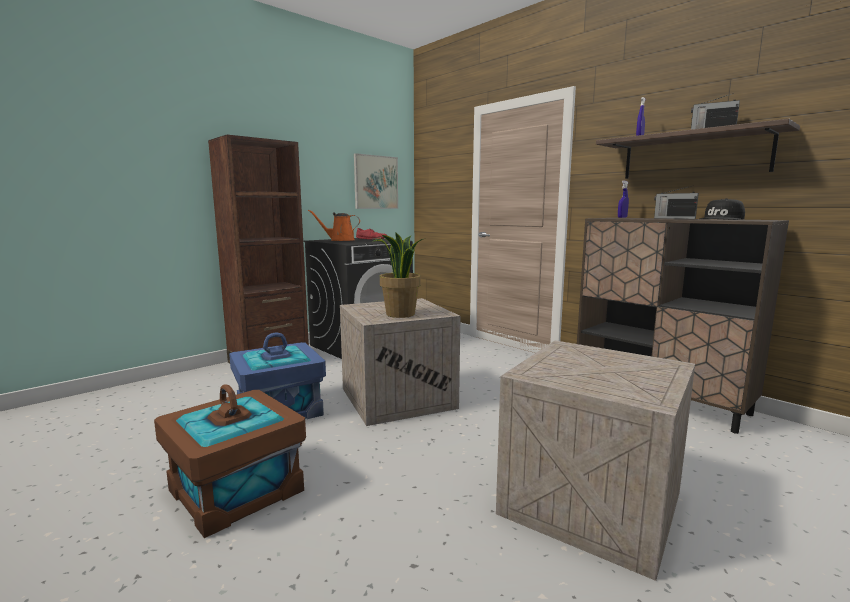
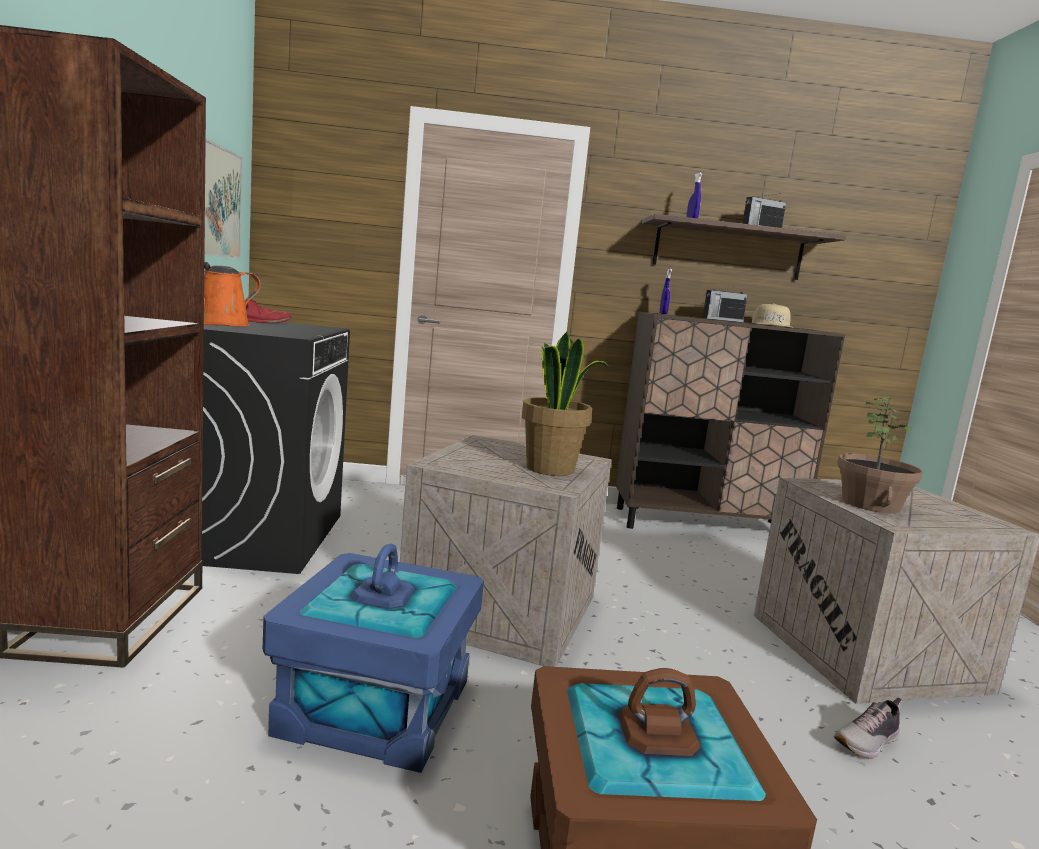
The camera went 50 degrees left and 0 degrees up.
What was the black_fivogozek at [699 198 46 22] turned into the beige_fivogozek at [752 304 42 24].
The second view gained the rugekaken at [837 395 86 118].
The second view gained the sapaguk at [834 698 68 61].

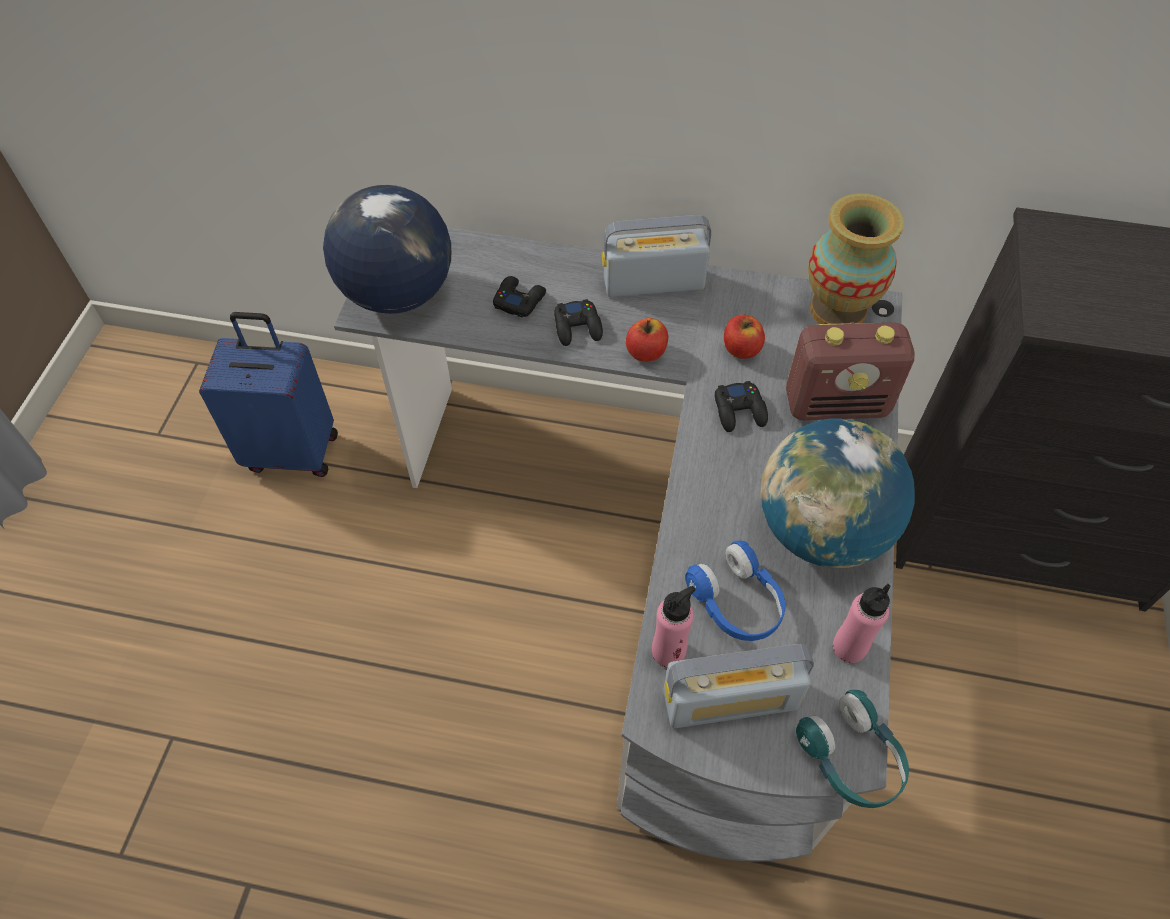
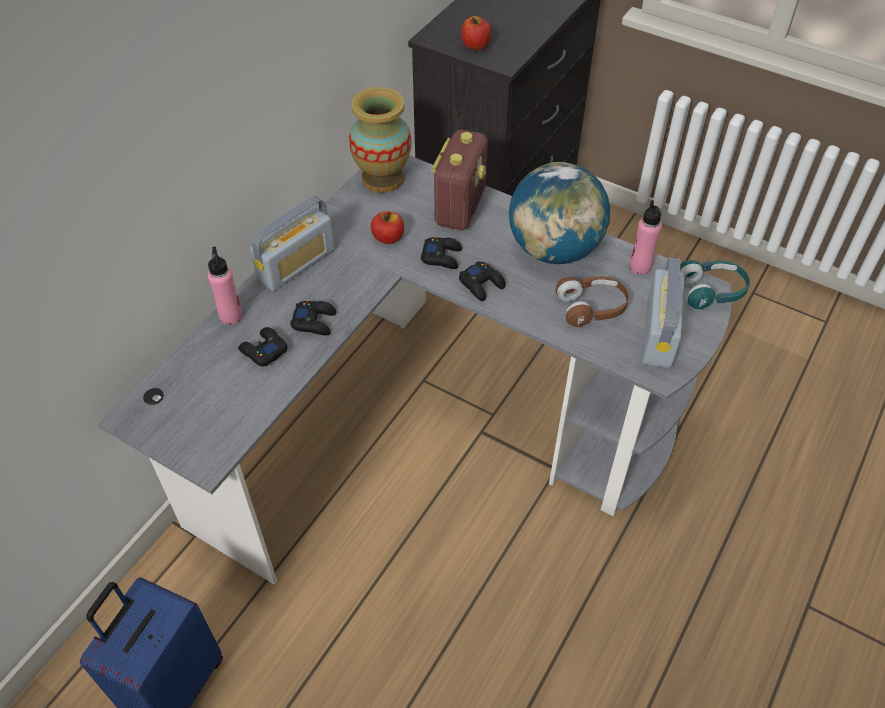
The camera went 70 degrees left and 5 degrees down.
The second view lost the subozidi at [323 185 128 129].
The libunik at [602 215 109 82] ended up facing another way, 150 degrees counterclockwise from before.
The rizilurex ended up elsewhere, having gone from [626 318 42 44] to [461 16 30 34].
What was the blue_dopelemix at [685 541 100 100] turned into the brown_dopelemix at [555 276 74 51].
The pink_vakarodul ended up elsewhere, having gone from [652 586 44 81] to [208 247 35 77].
The second view gained the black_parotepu at [459 261 47 40].

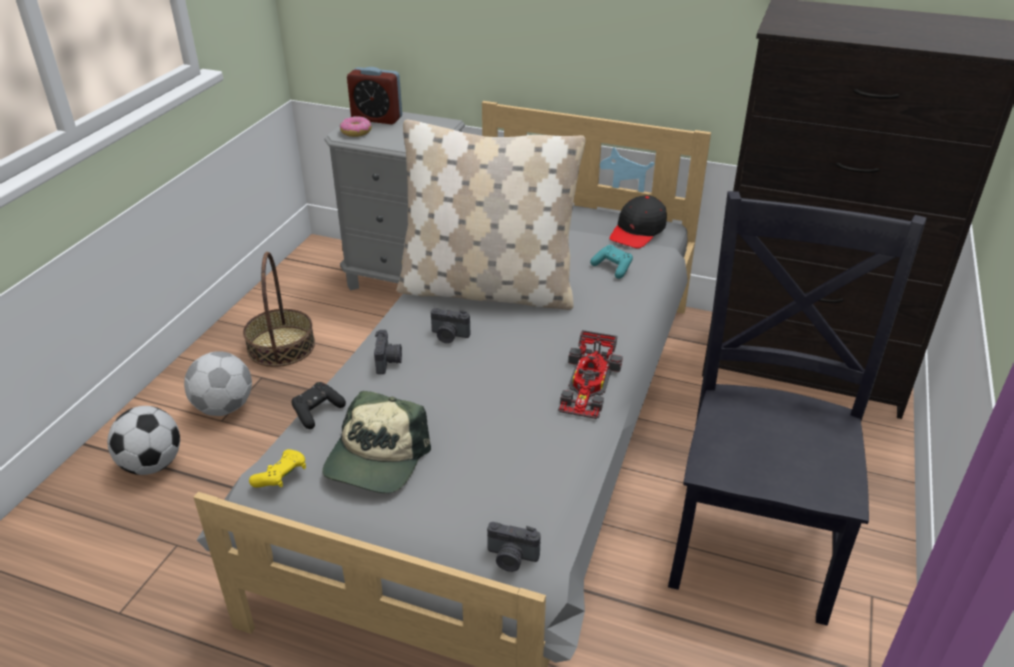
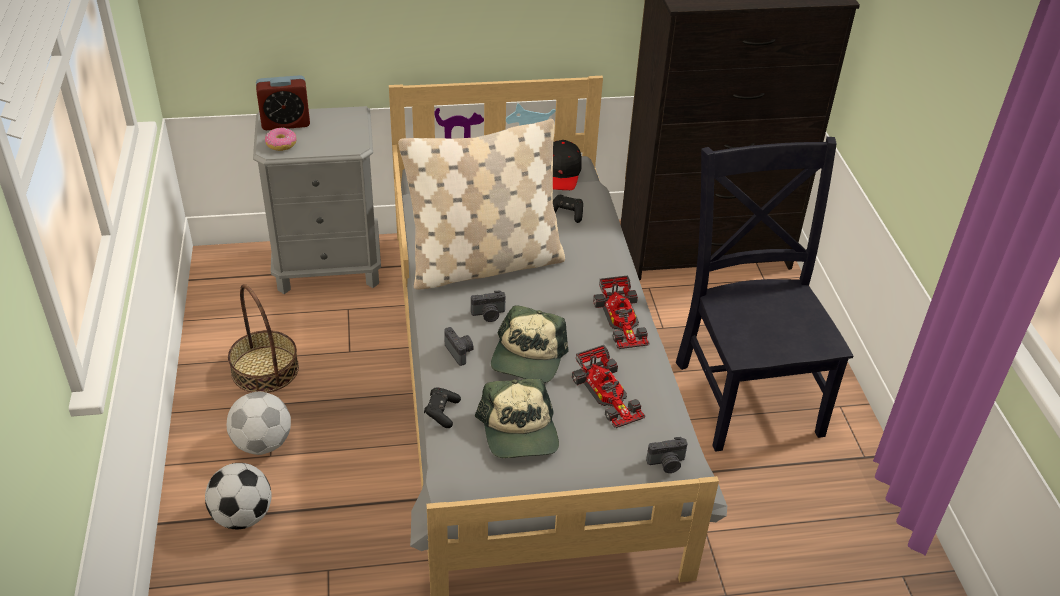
The camera went 30 degrees left and 5 degrees up.
What was the turquoise_parotepu at [590 245 43 34] turned into the black_parotepu at [553 195 30 28].
The second view lost the yellow_parotepu at [249 449 57 39].
The second view gained the fivogozek at [491 305 77 78].
The second view gained the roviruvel at [572 345 73 83].

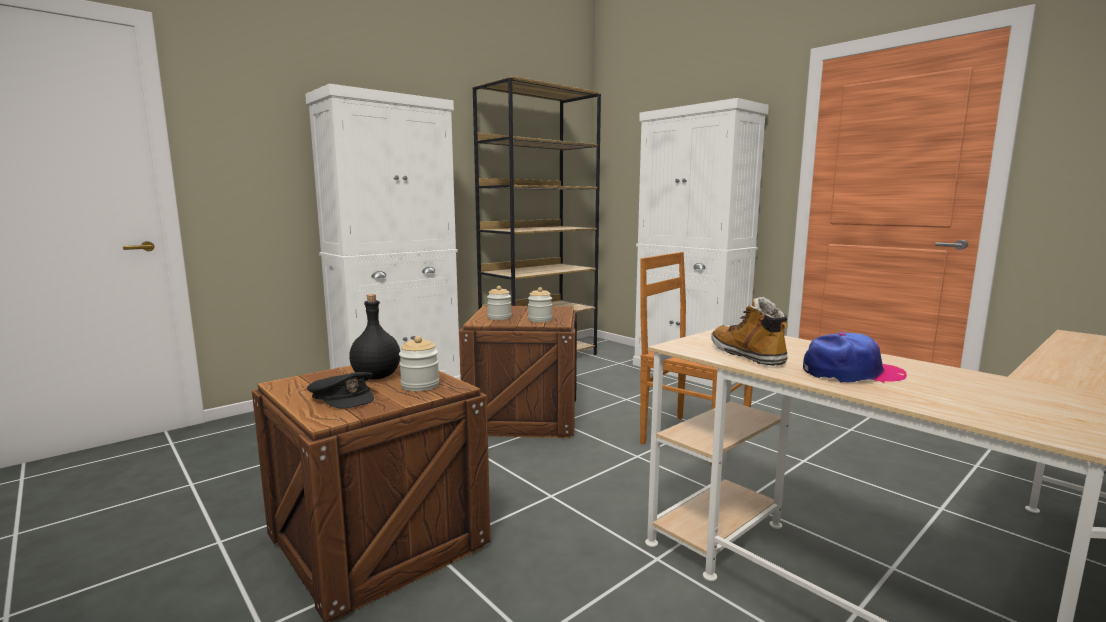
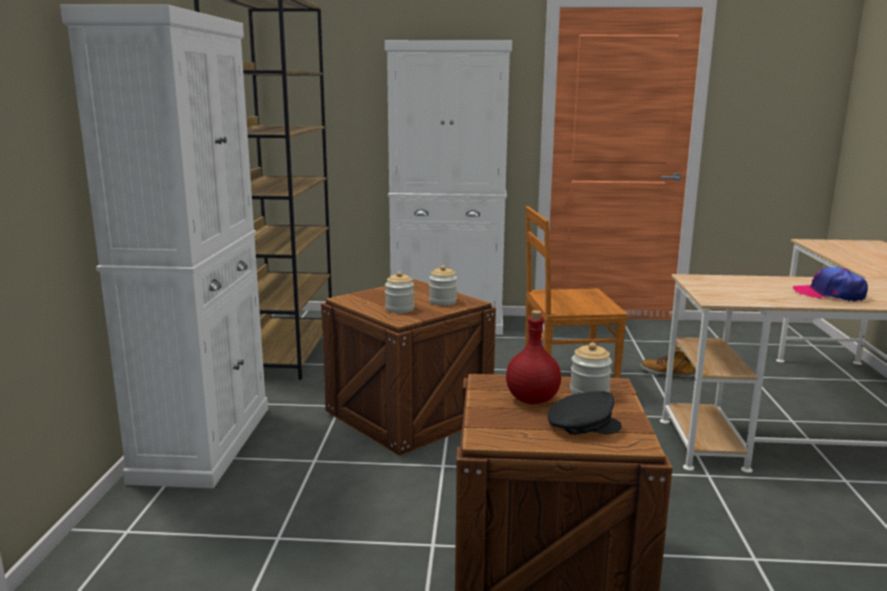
The camera went 45 degrees left and 5 degrees up.
What was the black_vakarodul at [349 294 51 85] turned into the red_vakarodul at [506 310 55 95].
The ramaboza ended up elsewhere, having gone from [711 297 77 69] to [640 345 55 34].
The fivogozek at [803 332 104 51] ended up facing another way, 105 degrees counterclockwise from before.

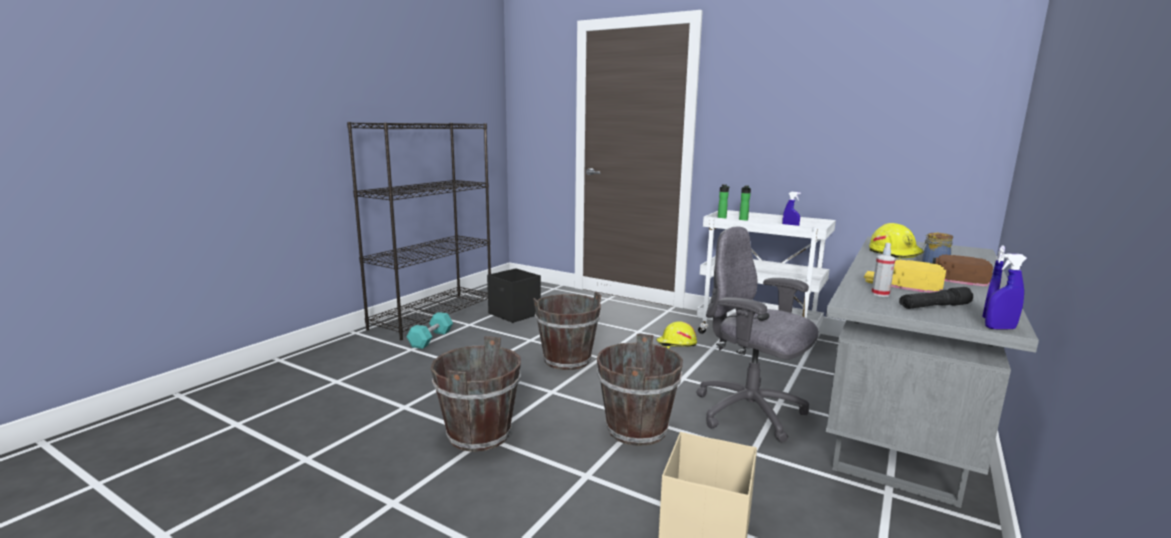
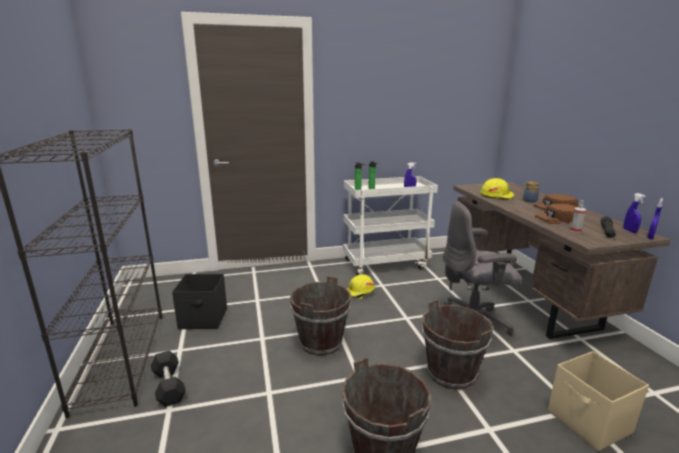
The camera went 45 degrees left and 5 degrees up.
What was the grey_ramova at [826 237 213 271] turned into the brown_ramova at [453 182 218 157].
What was the yellow_fivogozek at [864 260 82 33] turned into the brown_fivogozek at [535 204 42 20].
What was the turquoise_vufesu at [407 312 46 37] turned into the black_vufesu at [151 350 35 57].

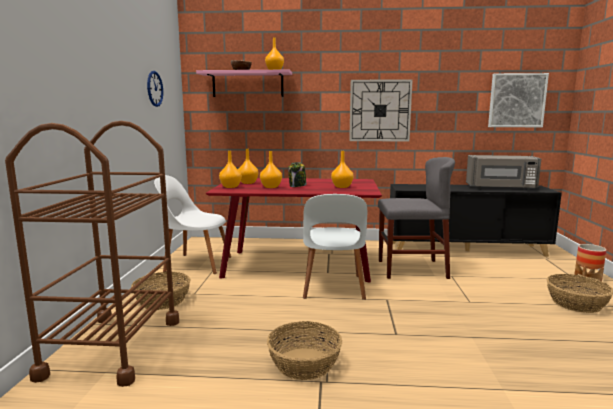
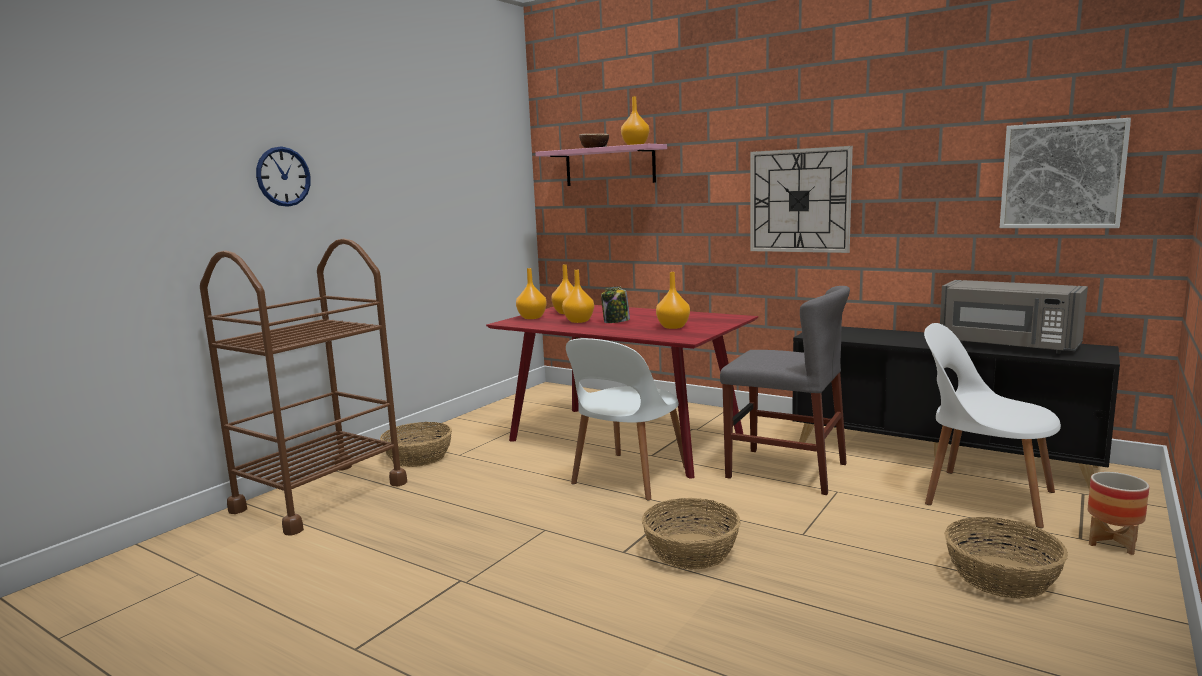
The camera went 30 degrees right and 0 degrees up.
The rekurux ended up elsewhere, having gone from [147 71 16 36] to [256 146 55 61].
The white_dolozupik ended up elsewhere, having gone from [154 175 77 99] to [924 323 137 205].
The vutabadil ended up elsewhere, having gone from [267 321 75 59] to [642 498 99 71].

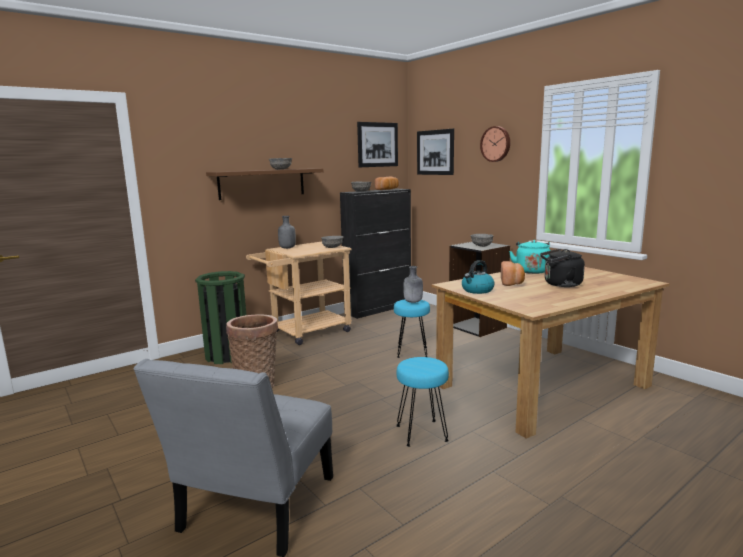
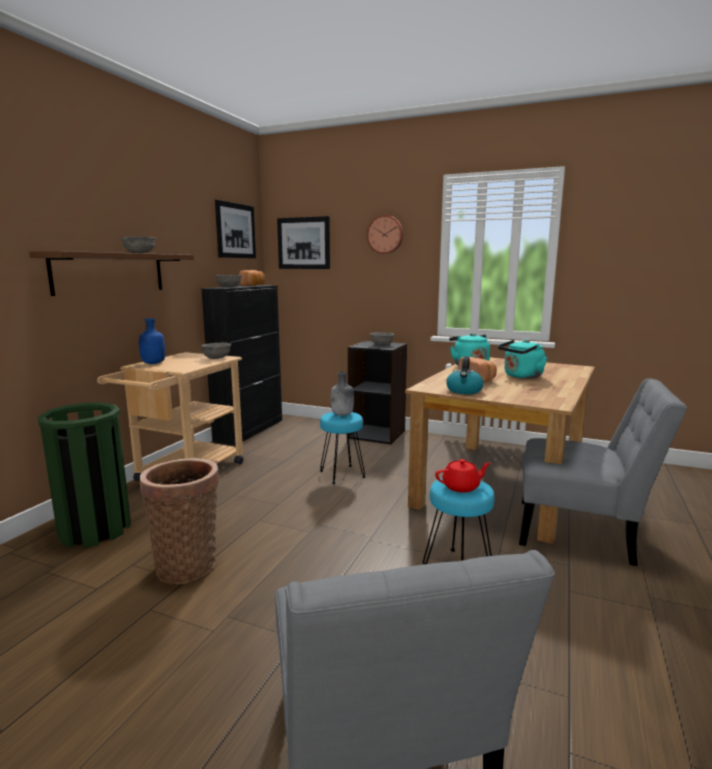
The camera went 30 degrees left and 0 degrees up.
What was the grey_vakarodul at [278 216 18 33] turned into the blue_vakarodul at [139 318 26 46].
What was the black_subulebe at [540 249 45 38] turned into the turquoise_subulebe at [498 340 49 39].
The second view gained the grey_dolozupik at [519 378 168 188].
The second view gained the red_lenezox at [435 459 56 34].

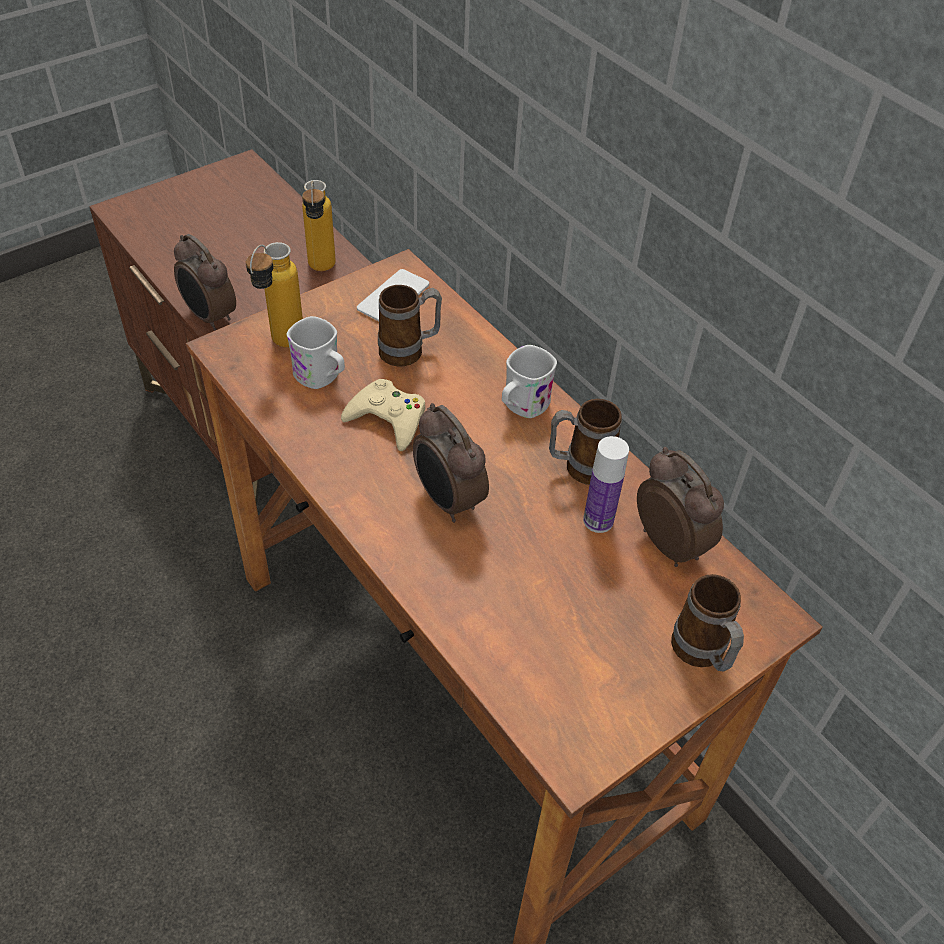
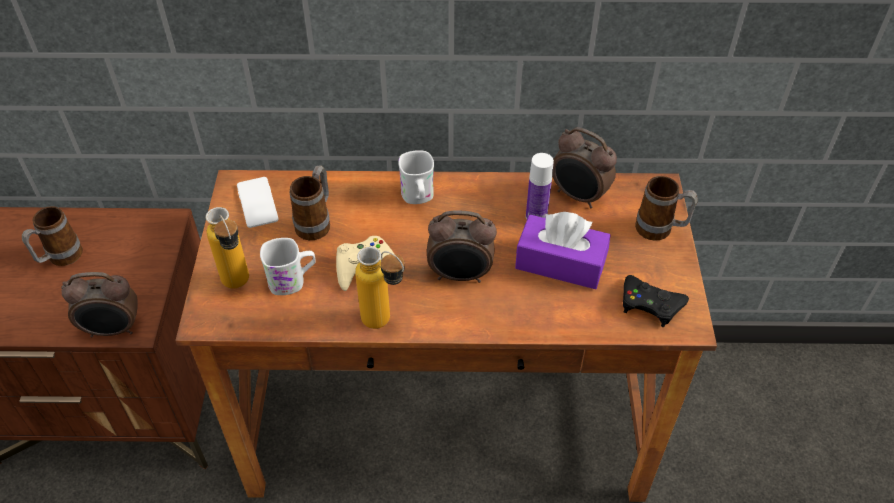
The camera went 50 degrees left and 0 degrees up.
The vakarodul ended up elsewhere, having gone from [302 180 34 91] to [355 247 49 82].
The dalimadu ended up elsewhere, having gone from [549 399 73 86] to [22 206 61 60].
The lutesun at [637 447 87 120] ended up facing another way, 150 degrees counterclockwise from before.
The second view gained the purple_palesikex at [515 212 96 77].
The second view gained the black_parotepu at [623 275 66 52].

